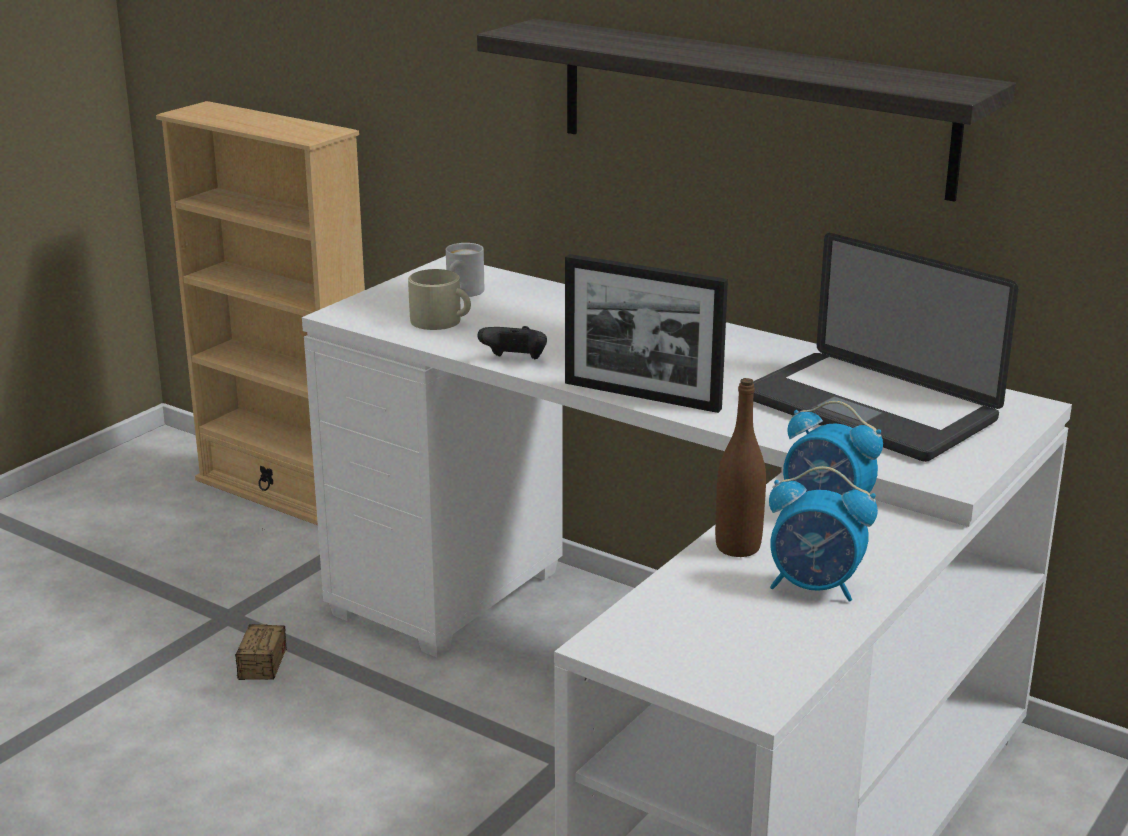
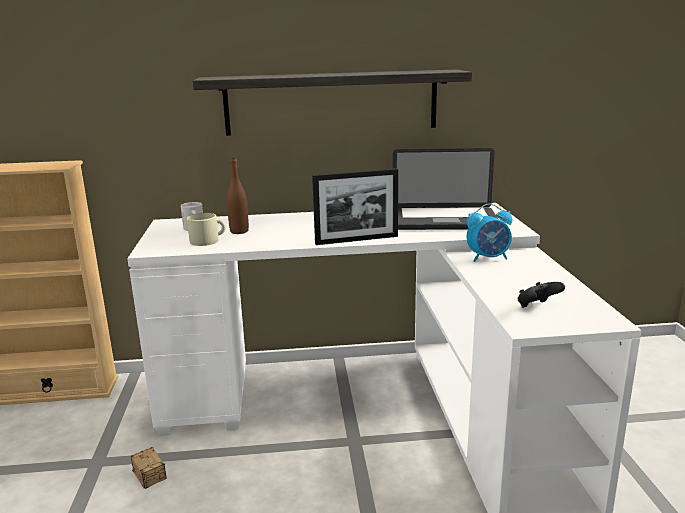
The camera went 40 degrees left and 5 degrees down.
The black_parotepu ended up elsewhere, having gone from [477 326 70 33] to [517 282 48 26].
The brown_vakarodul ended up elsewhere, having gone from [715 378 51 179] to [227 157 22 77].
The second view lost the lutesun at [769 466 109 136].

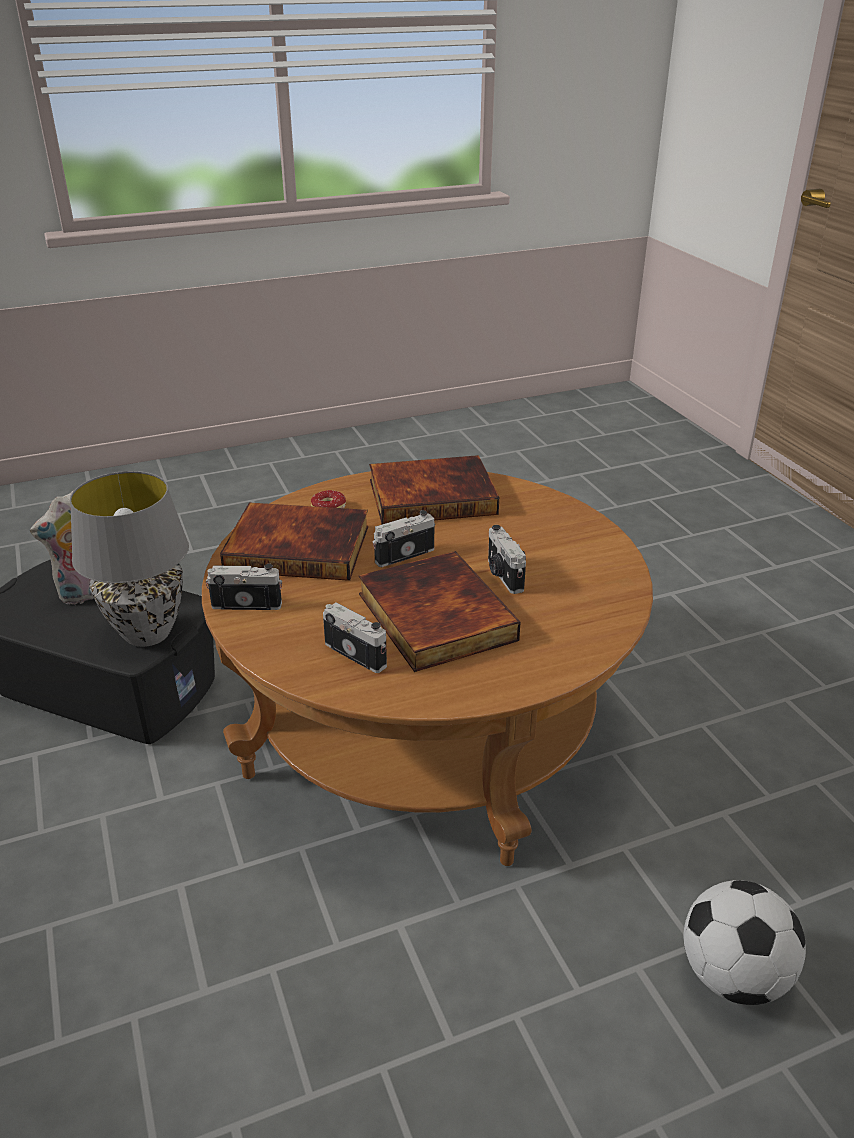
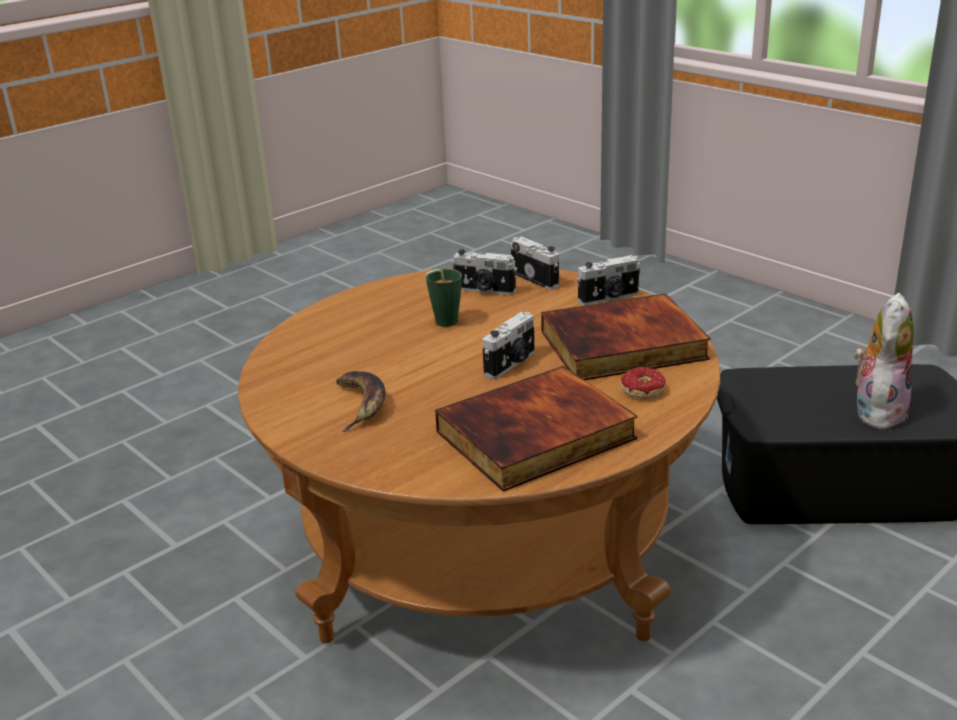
The camera went 160 degrees right and 5 degrees down.
The second view lost the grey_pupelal at [70 471 119 176].
The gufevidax ended up elsewhere, having gone from [488 525 38 69] to [511 237 48 53].
Where the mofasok stood at [359 551 162 121], the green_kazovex came to stand at [425 268 37 59].
The second view lost the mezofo at [683 880 123 125].
The second view gained the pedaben at [336 371 50 61].

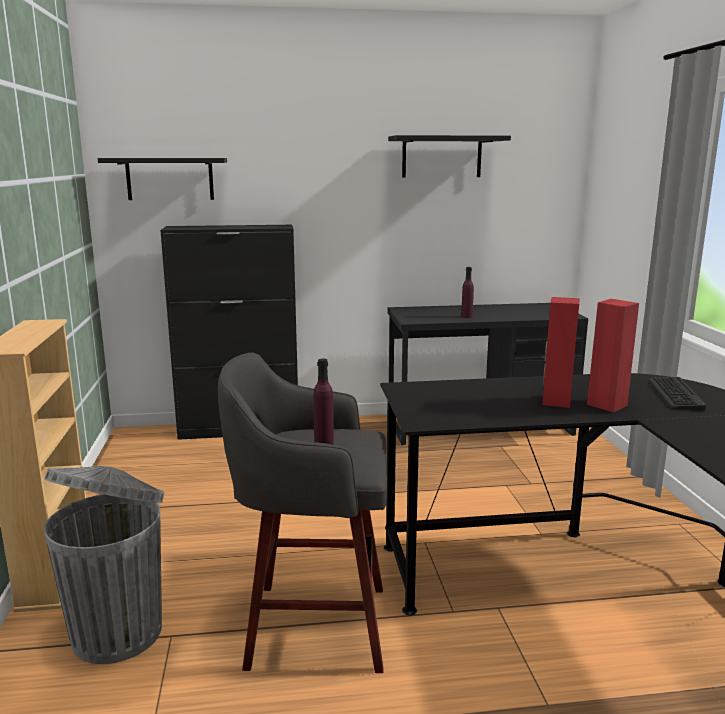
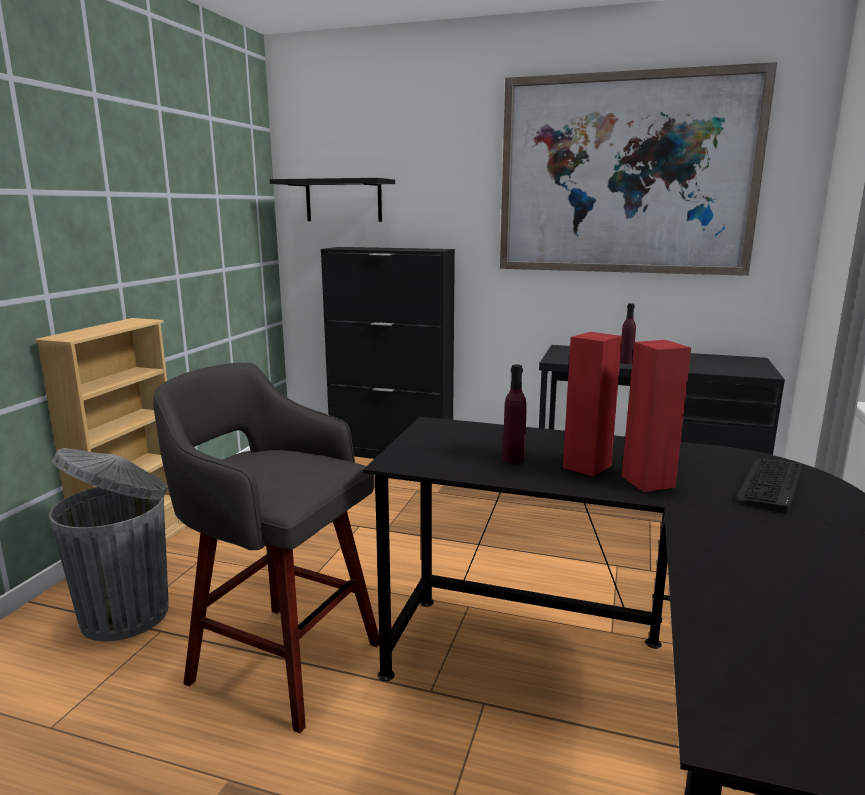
The camera went 25 degrees right and 0 degrees up.
Where the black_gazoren hung at [388 135 123 43], the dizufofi came to hang at [500 62 277 214].
The purple_vakarodul ended up elsewhere, having gone from [313 359 21 86] to [503 365 24 99].

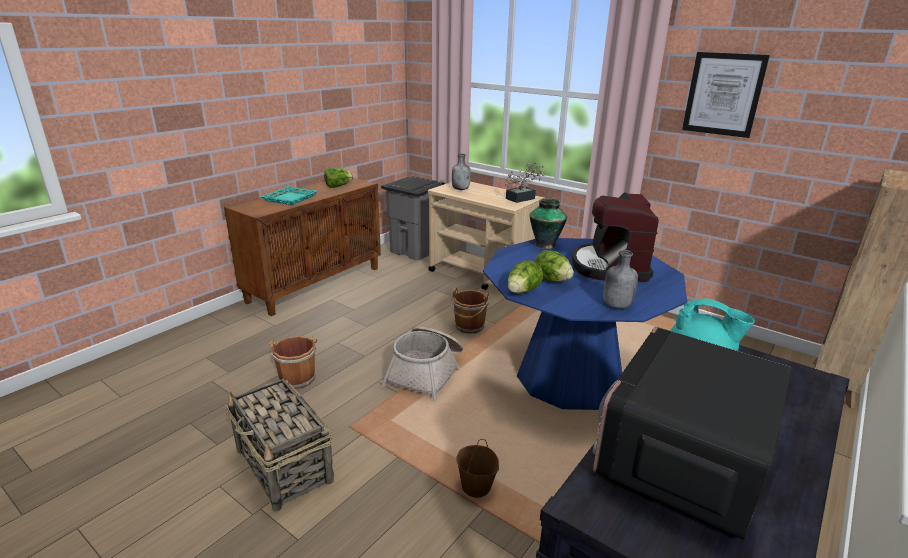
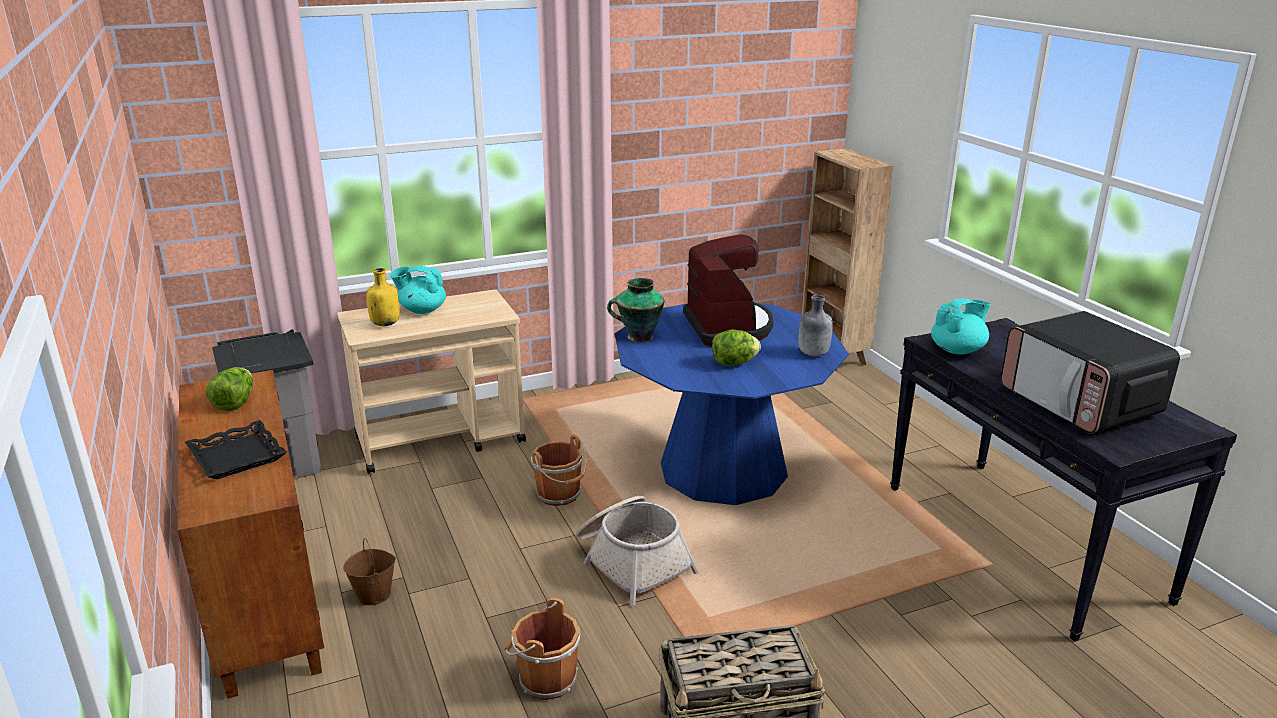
The camera went 60 degrees left and 0 degrees up.
The second view lost the dizufofi at [682 52 88 86].
What was the grey_vakarodul at [452 154 19 36] turned into the yellow_vakarodul at [366 268 34 58].
The second view lost the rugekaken at [505 162 39 41].
What was the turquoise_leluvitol at [261 186 56 19] turned into the black_leluvitol at [185 420 102 59].
The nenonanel at [572 192 87 90] ended up facing another way, 135 degrees counterclockwise from before.
The second view lost the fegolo at [507 260 36 33].
The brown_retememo ended up elsewhere, having gone from [456 439 43 59] to [343 538 53 67].
The second view gained the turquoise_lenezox at [390 266 56 48].

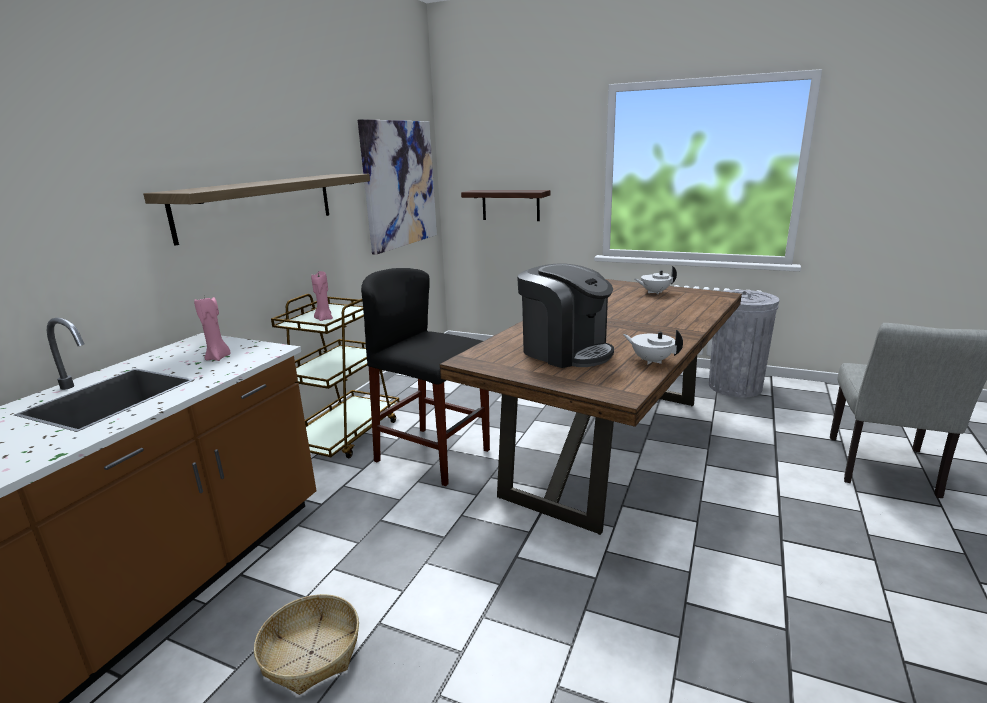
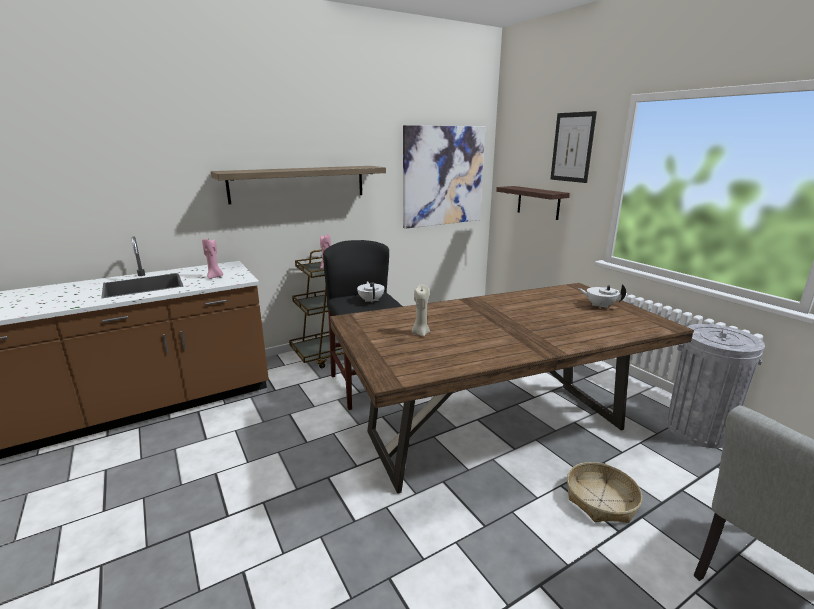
The camera went 35 degrees right and 0 degrees up.
Where the nenonanel stood at [517 263 97 105], the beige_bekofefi came to stand at [412 285 18 52].
The white_lenezox ended up elsewhere, having gone from [623 330 60 34] to [357 281 28 22].
The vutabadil ended up elsewhere, having gone from [254 594 105 101] to [567 462 75 61].
The second view gained the dizufofi at [550 111 47 72].

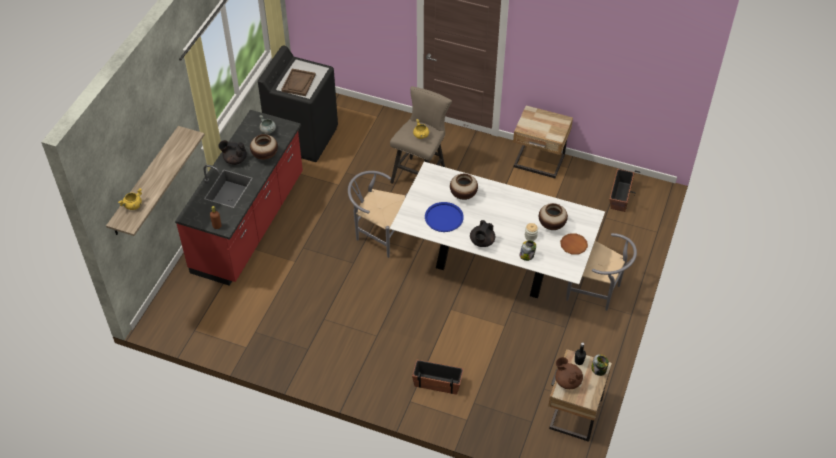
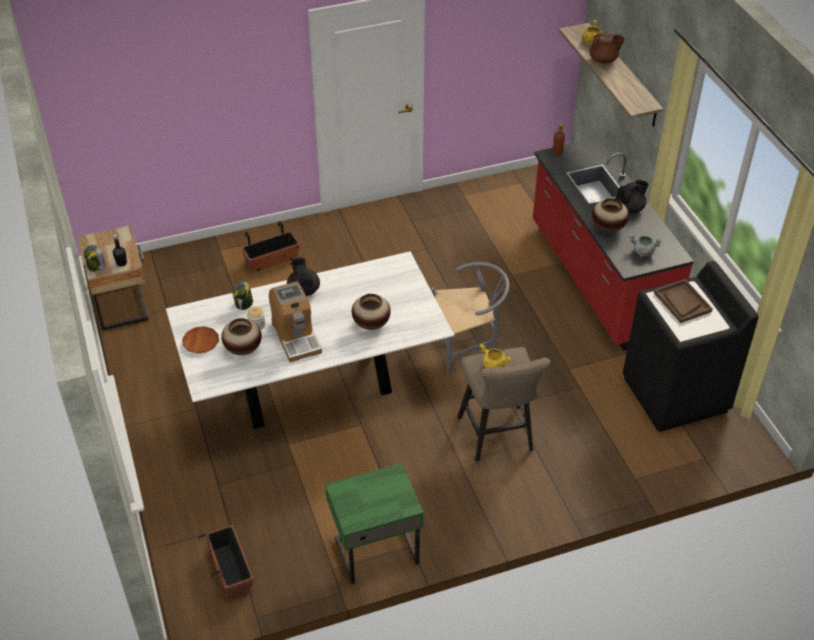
The camera went 140 degrees right and 5 degrees down.
What was the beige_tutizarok at [513 105 60 74] turned into the green_tutizarok at [325 463 99 121].
The second view lost the blue_leluvitol at [425 202 39 30].
The second view lost the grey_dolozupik at [566 233 71 78].
The brown_lenezox ended up elsewhere, having gone from [555 357 28 32] to [589 32 36 32].
The second view gained the nenonanel at [269 281 53 81].

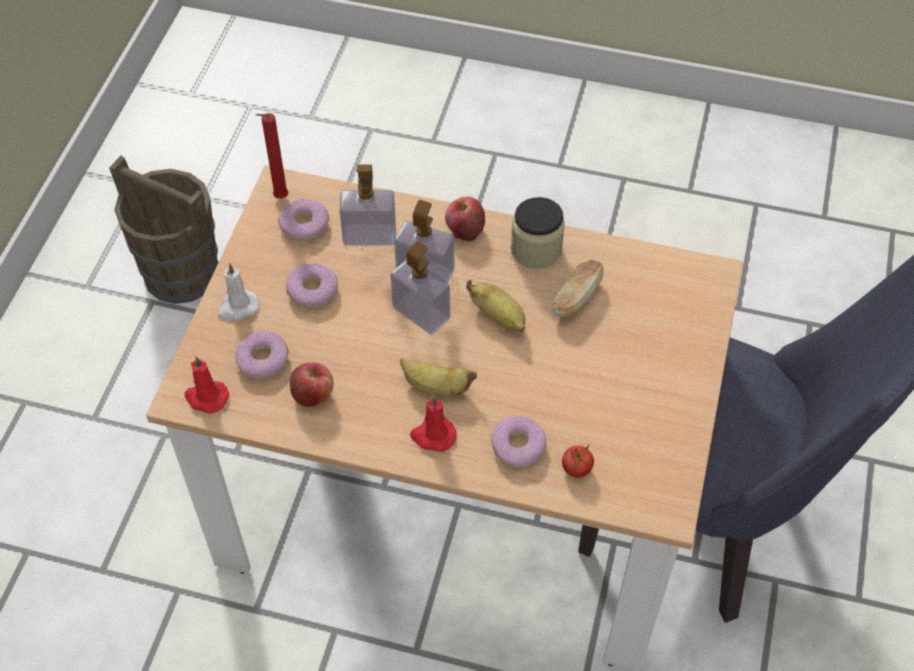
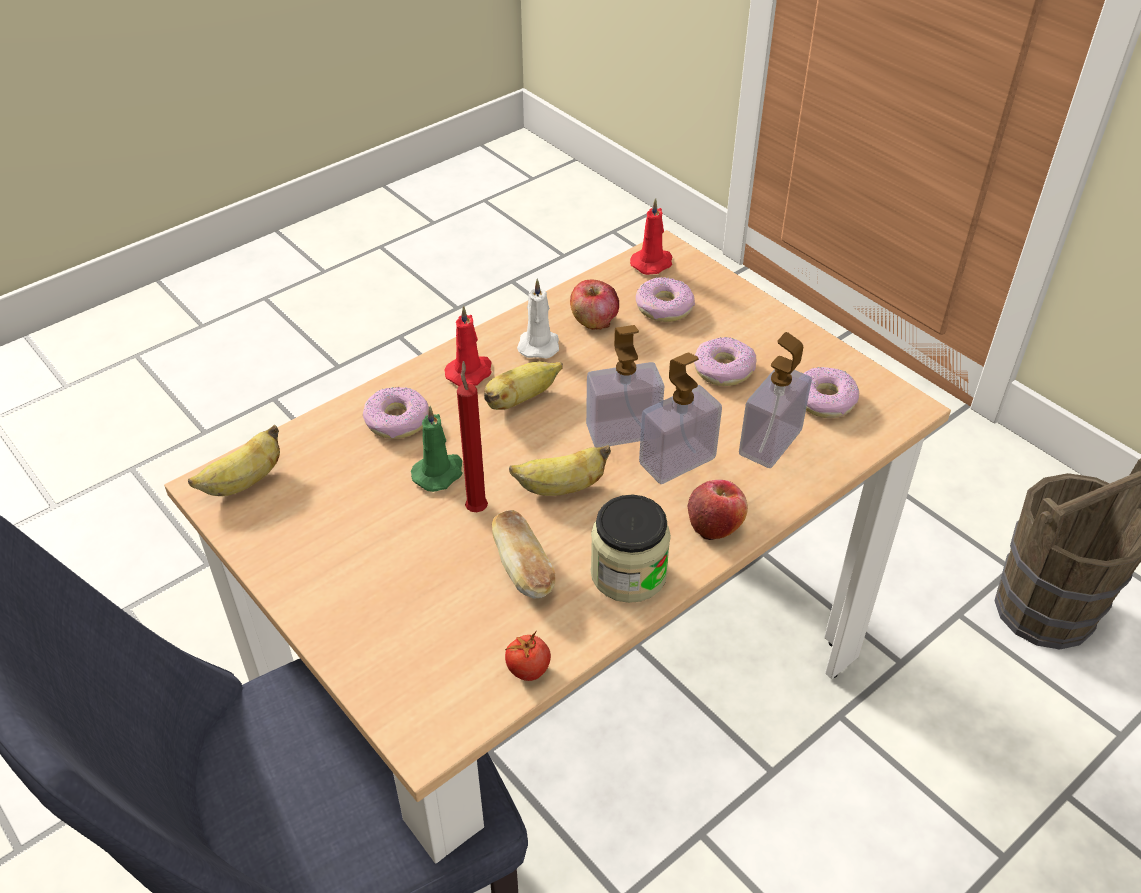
The camera went 125 degrees right and 10 degrees down.
The red_bekofefi ended up elsewhere, having gone from [256 113 32 86] to [457 361 31 151].
The white_bekofefi ended up elsewhere, having gone from [217 263 43 58] to [517 278 42 80].
The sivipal ended up elsewhere, having gone from [562 443 32 35] to [505 630 46 51].
The second view gained the green_bekofefi at [411 406 52 86].
The second view gained the pedaben at [188 425 92 71].

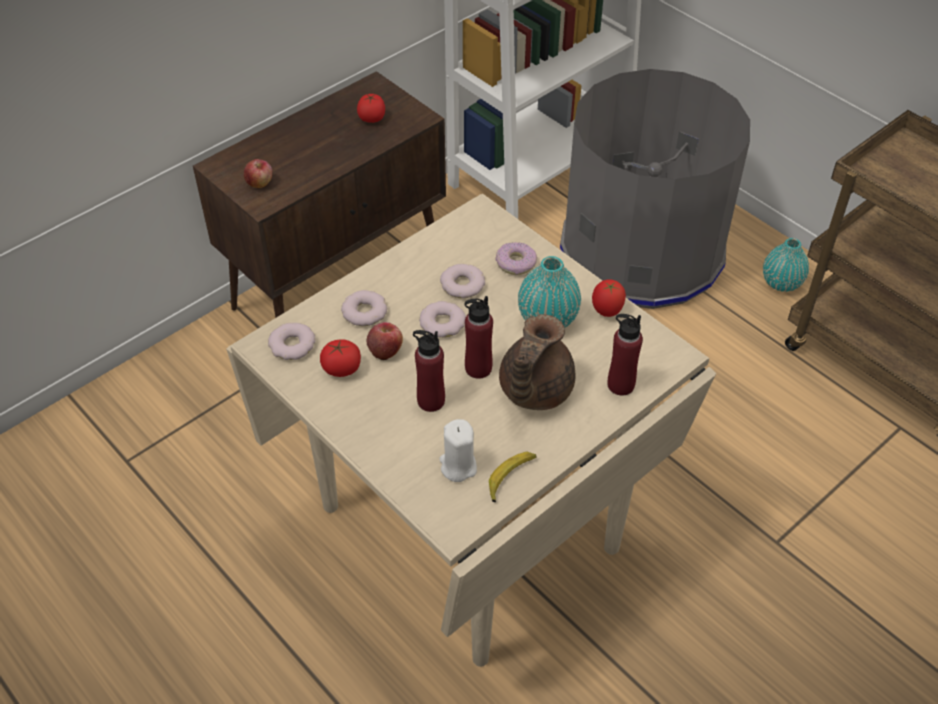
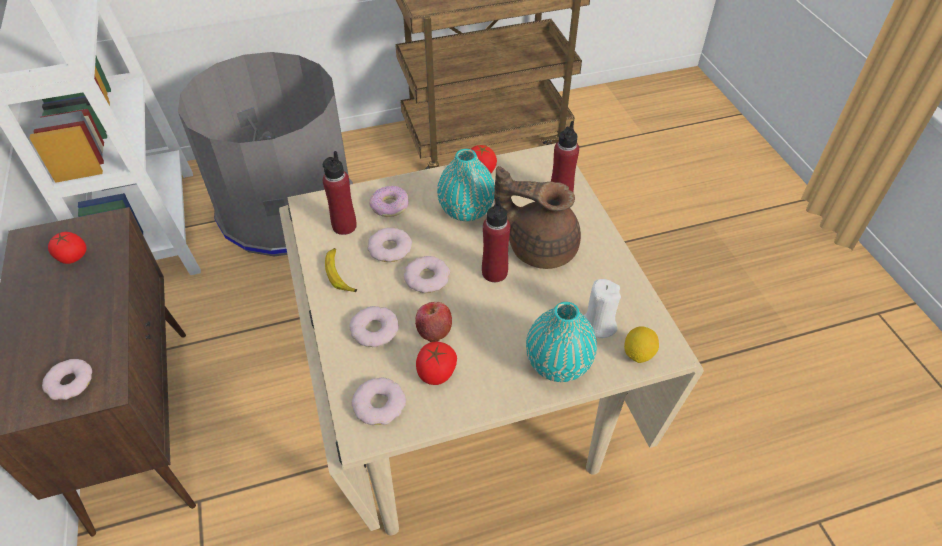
The camera went 65 degrees left and 0 degrees up.
Where the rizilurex stood at [244 159 28 29], the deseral came to stand at [42 359 50 41].
The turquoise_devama ended up elsewhere, having gone from [763 238 46 54] to [526 302 71 80].
The brown_lenezox at [499 314 76 96] ended up facing another way, 150 degrees clockwise from before.
The red_vakarodul ended up elsewhere, having gone from [413 330 32 82] to [323 151 34 84].
The pedaben ended up elsewhere, having gone from [489 452 48 50] to [325 248 32 44].
The second view gained the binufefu at [624 326 35 37].

